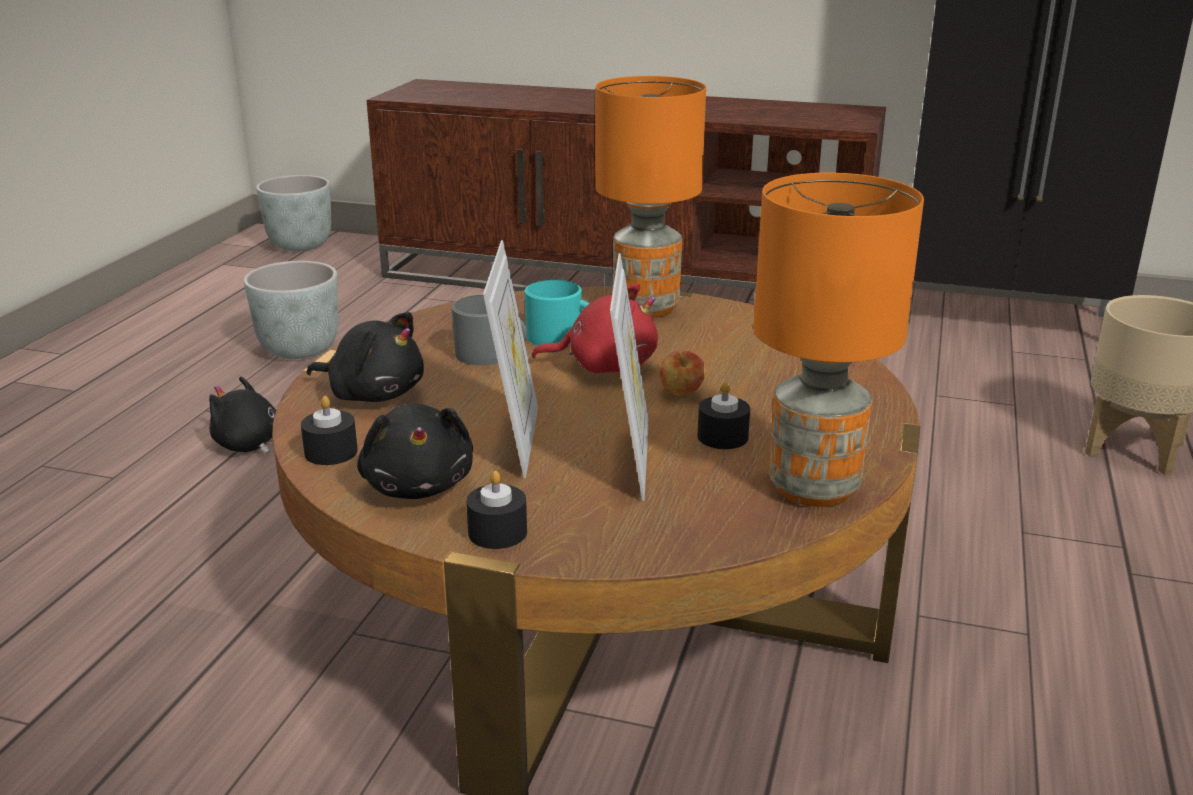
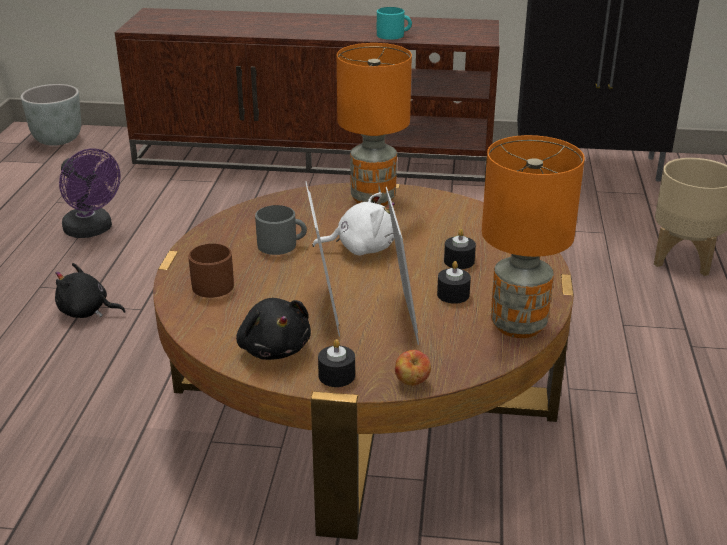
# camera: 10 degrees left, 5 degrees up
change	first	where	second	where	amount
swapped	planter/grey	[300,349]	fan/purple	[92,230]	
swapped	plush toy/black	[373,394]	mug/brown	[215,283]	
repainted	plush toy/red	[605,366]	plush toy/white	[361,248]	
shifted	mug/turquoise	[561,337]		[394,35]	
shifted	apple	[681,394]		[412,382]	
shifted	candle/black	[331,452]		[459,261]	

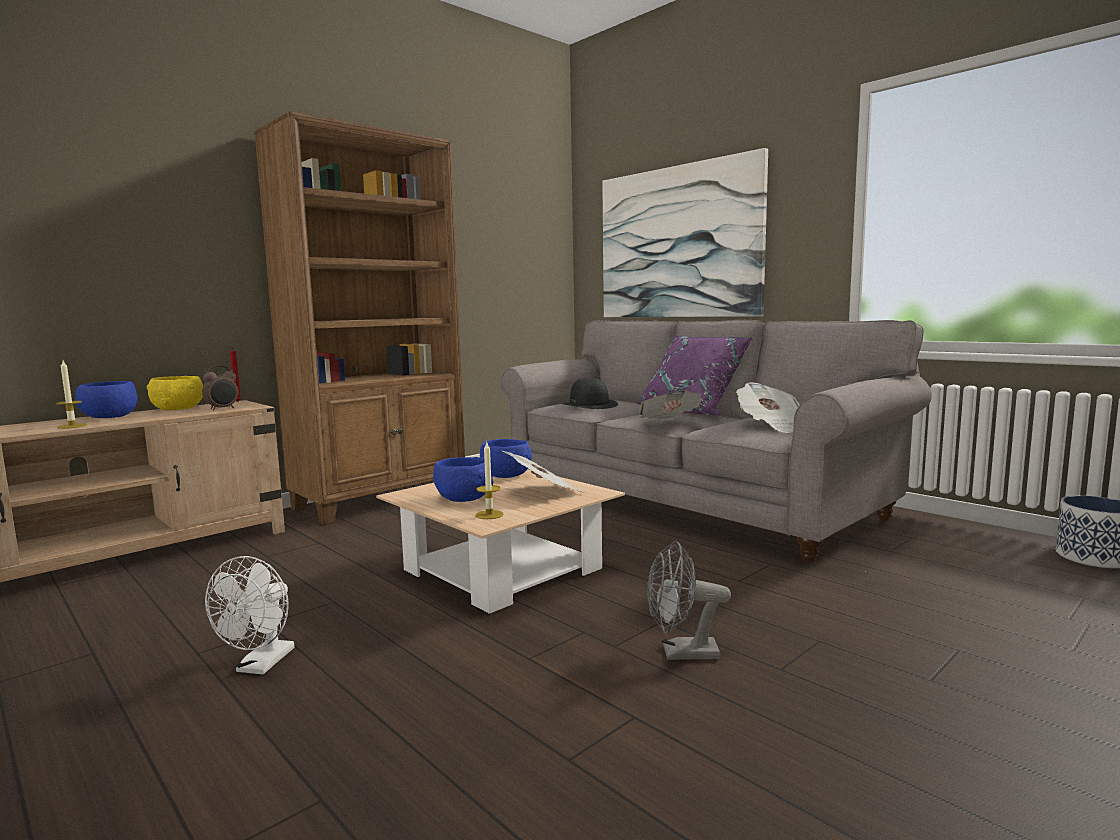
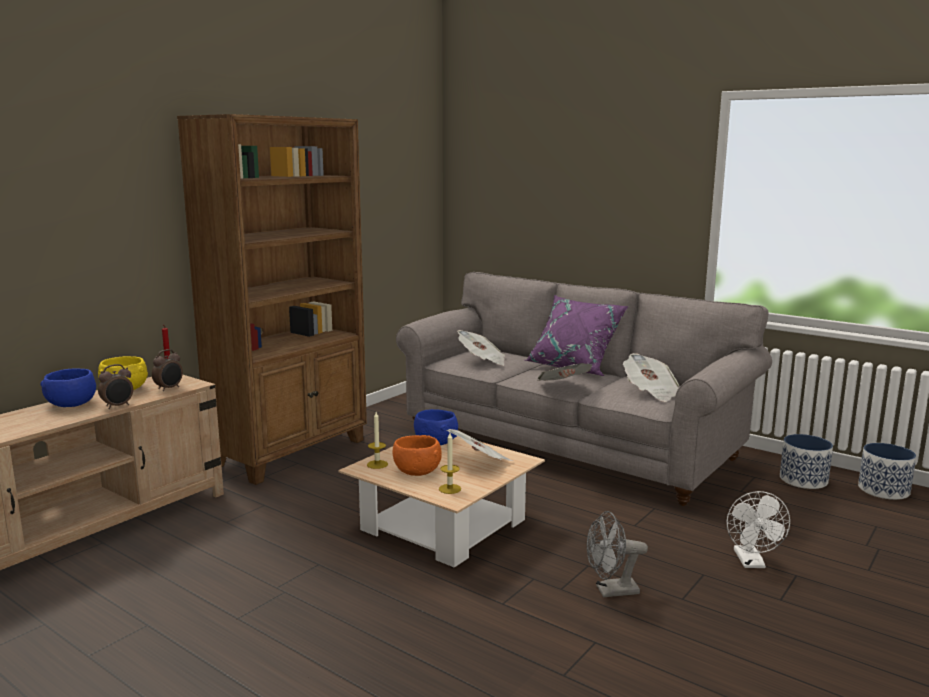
# camera: 10 degrees left, 5 degrees up
change	first	where	second	where	amount
new			alarm clock	[118,406]	
shifted	candle	[72,426]		[377,464]	
repainted	bowl/blue	[463,498]	bowl/orange	[416,471]	
swapped	hat/black	[589,405]	newspaper	[482,361]	
shifted	fan/white	[261,665]		[751,562]	
new			planter	[803,480]	
gone	picture	[678,243]			

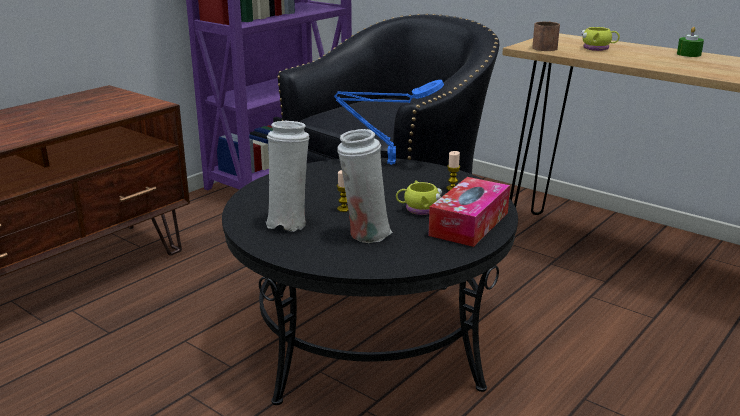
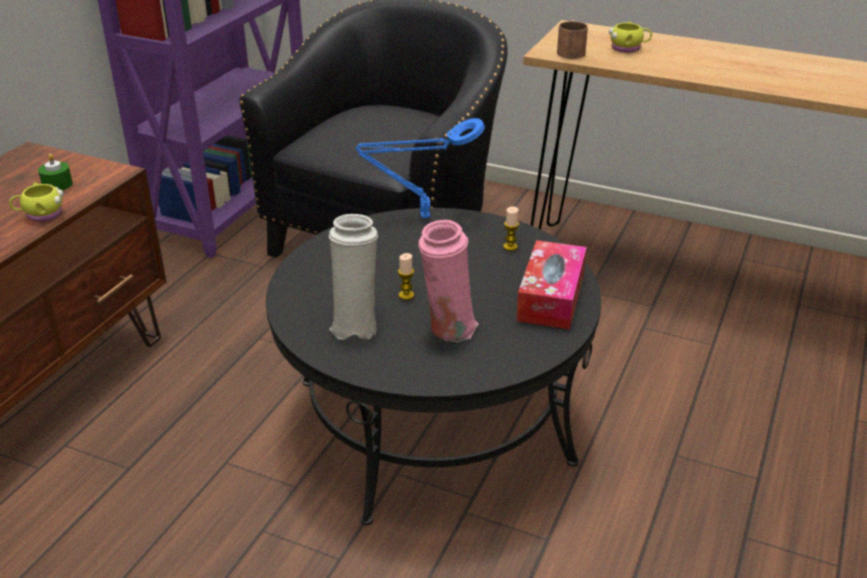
# camera: 15 degrees left, 10 degrees up
change	first	where	second	where	amount
shifted	mug/yellow	[418,209]		[41,215]	
shifted	candle/green	[688,54]		[57,185]	
repainted	vase/white	[365,234]	vase/pink	[448,330]	

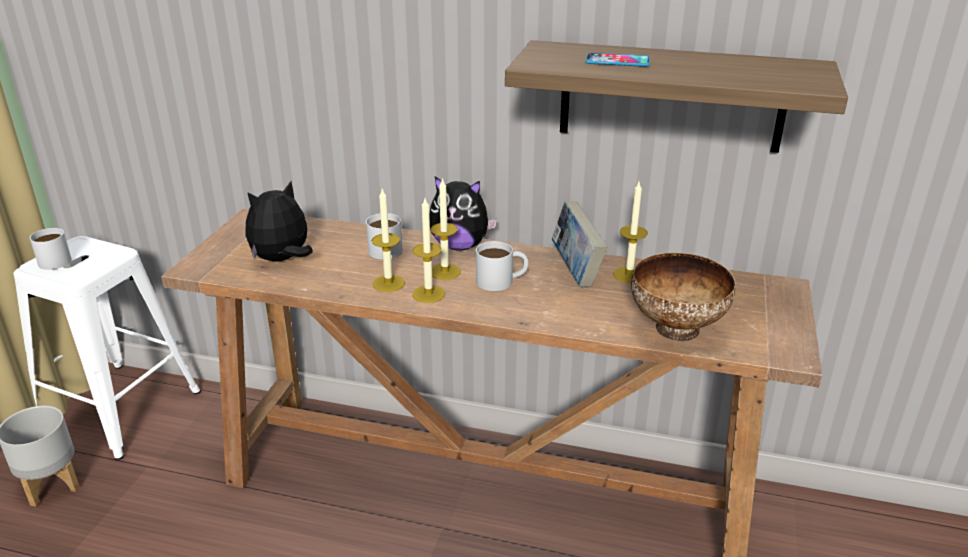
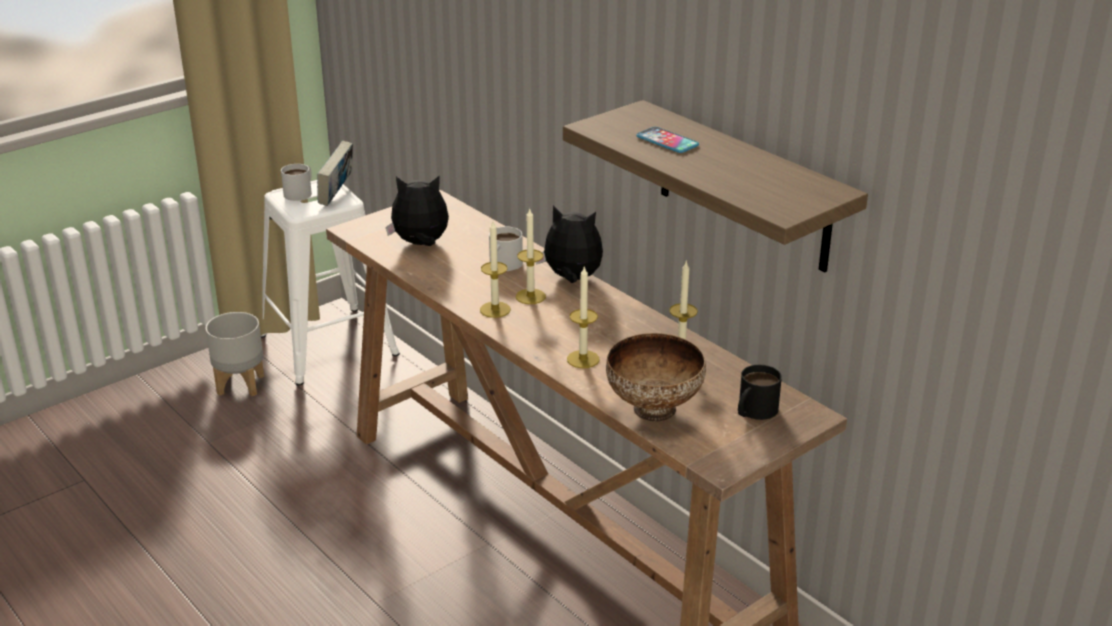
# camera: 35 degrees right, 0 degrees up
change	first	where	second	where	amount
shifted	book	[576,271]		[337,195]	
rotated	plush toy	[460,246]		[571,279]	150 degrees clockwise
shifted	candle	[388,283]		[583,359]	
new			mug/black	[753,412]	
gone	mug/white	[501,281]			

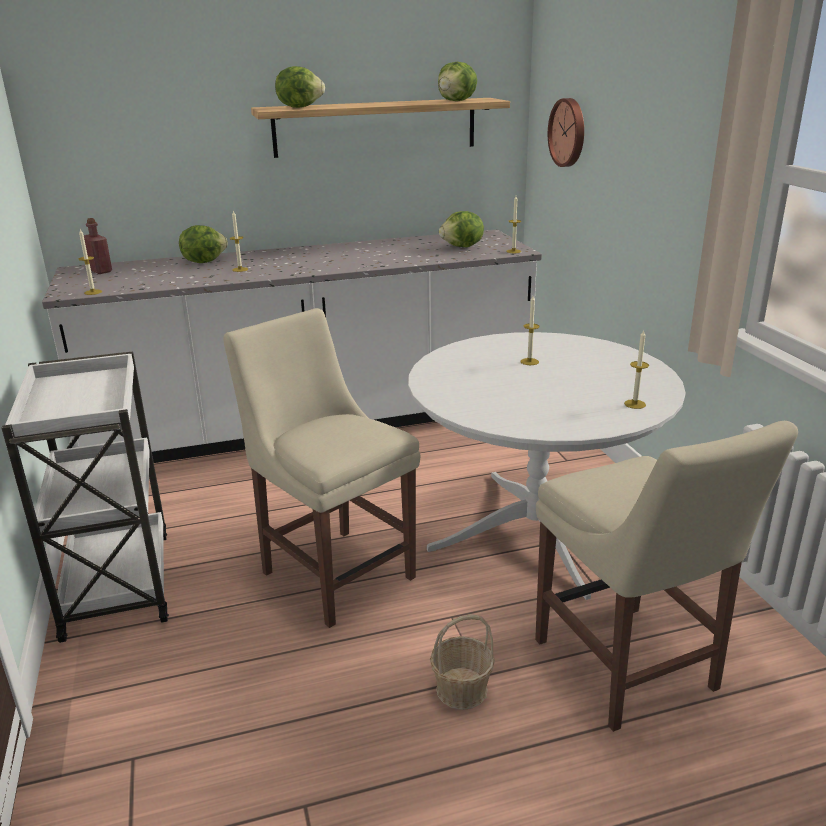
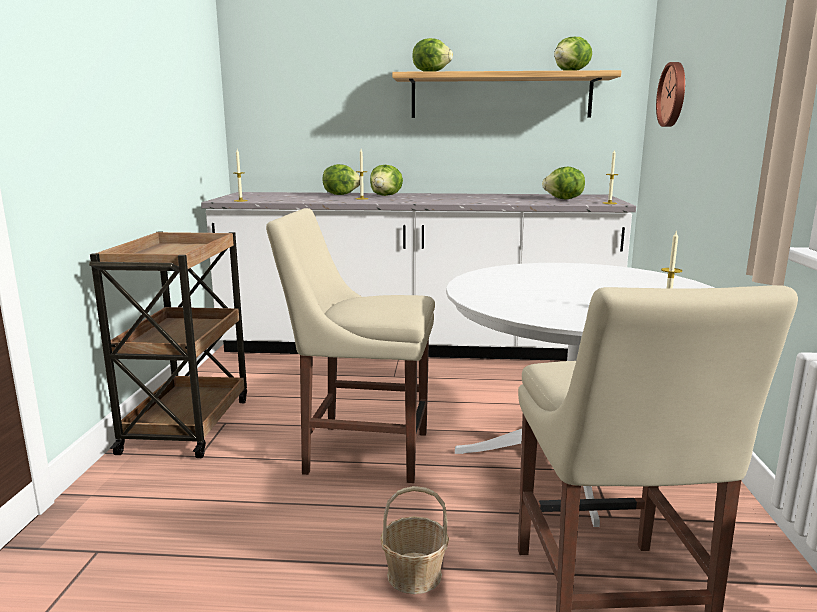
# camera: 20 degrees right, 10 degrees down
change	first	where	second	where	amount
repainted	cart/white	[118,581]	cart/brown	[188,424]	
rotated	chair/beige	[334,571]		[360,451]	60 degrees counterclockwise
new			lettuce	[386,195]	
gone	bottle/red	[100,271]			
gone	candle	[529,361]			

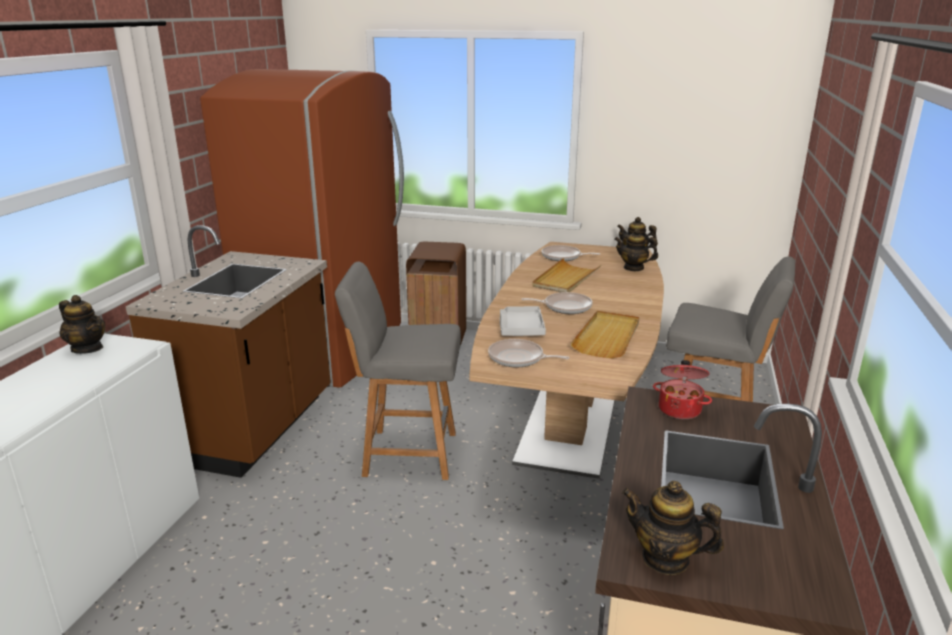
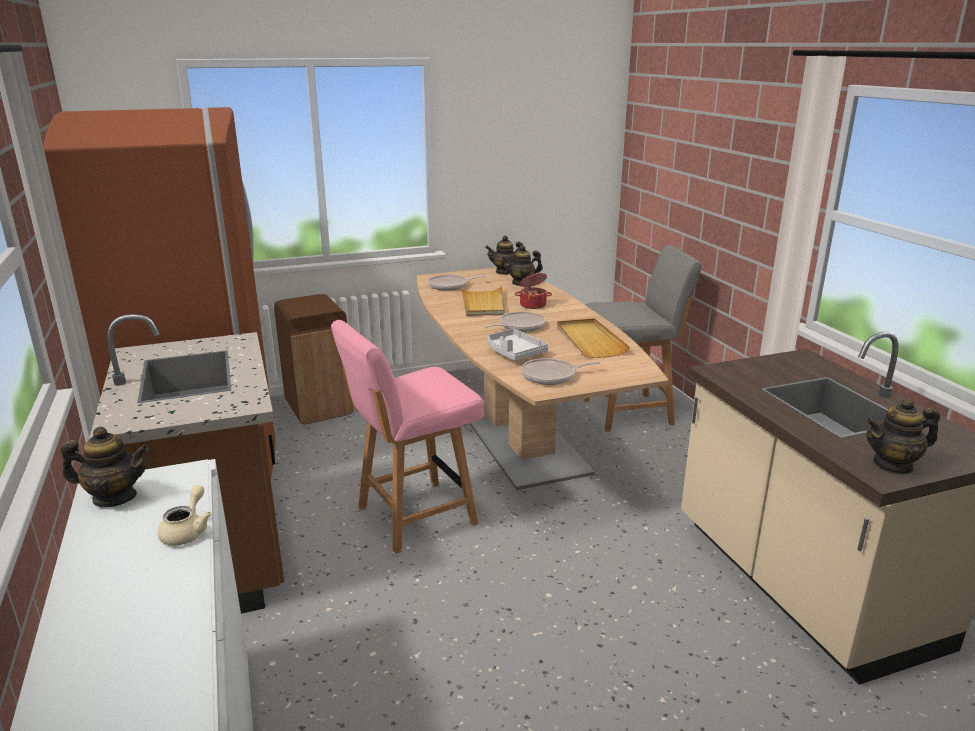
# camera: 35 degrees left, 0 degrees up
change	first	where	second	where	amount
new			teapot/beige	[187,531]	
repainted	chair/grey	[407,453]	chair/pink	[414,516]	
shifted	cooking pot	[680,409]		[533,305]	

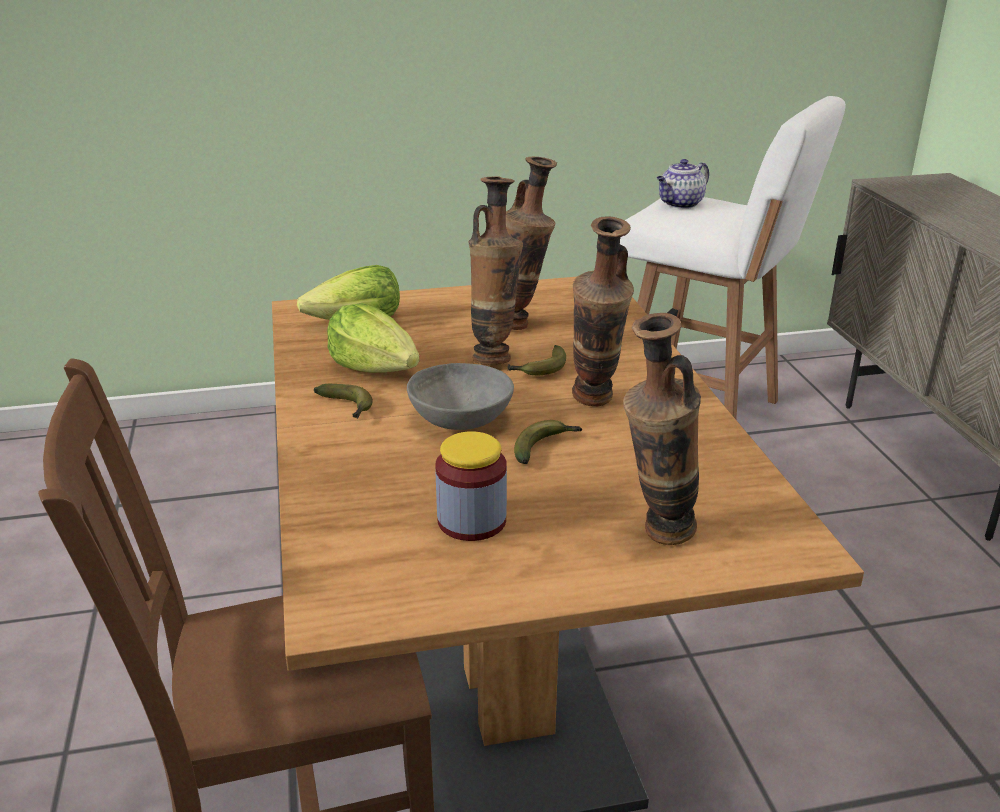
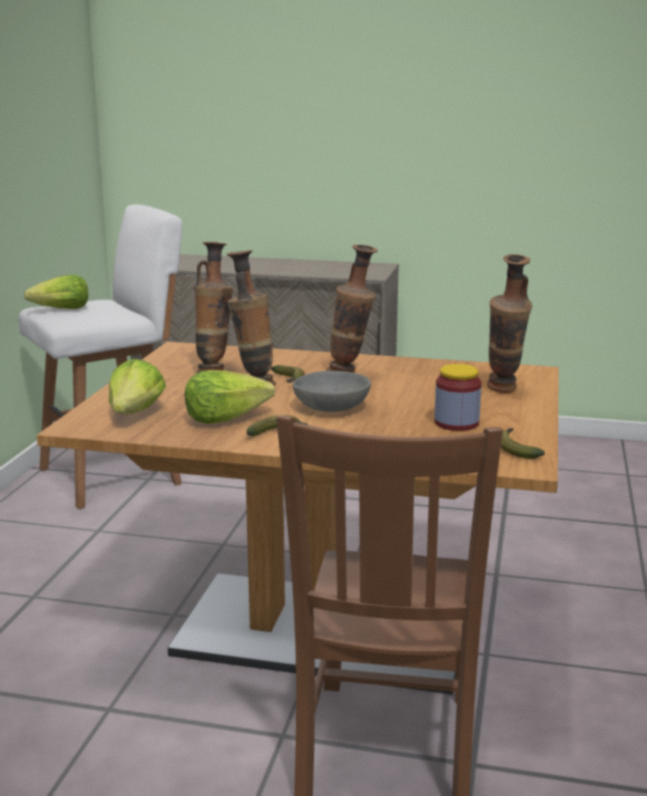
# camera: 65 degrees left, 10 degrees down
change	first	where	second	where	amount
swapped	teapot	[680,204]	lettuce	[61,310]	
shifted	banana	[545,447]		[515,449]	

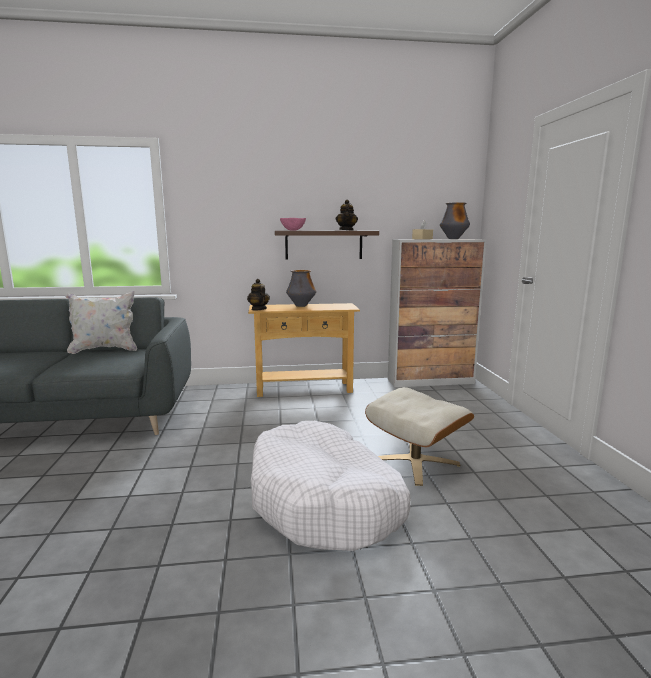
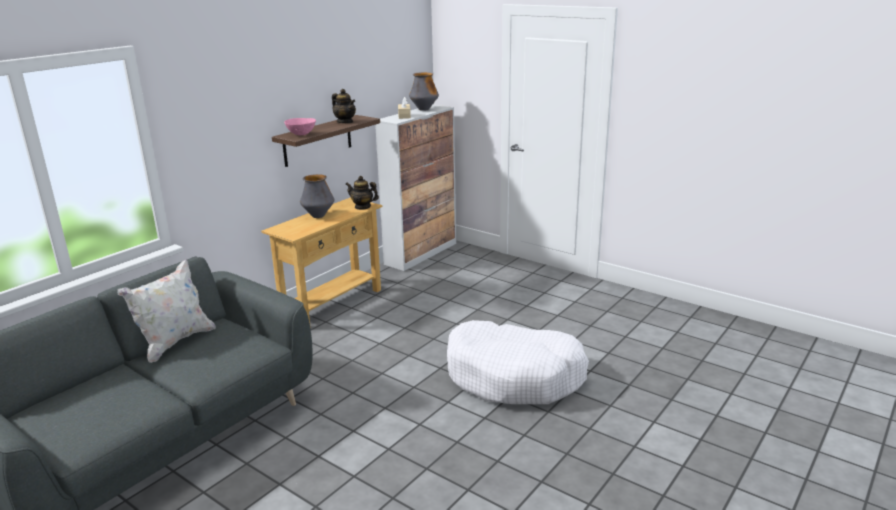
# camera: 45 degrees left, 10 degrees up
change	first	where	second	where	amount
shifted	teapot	[258,309]		[362,207]	
gone	ottoman/beige	[415,462]			

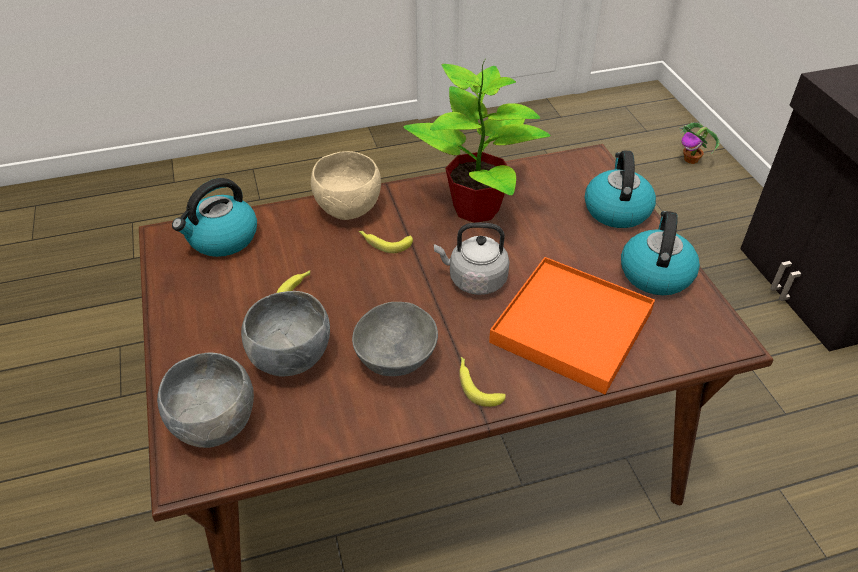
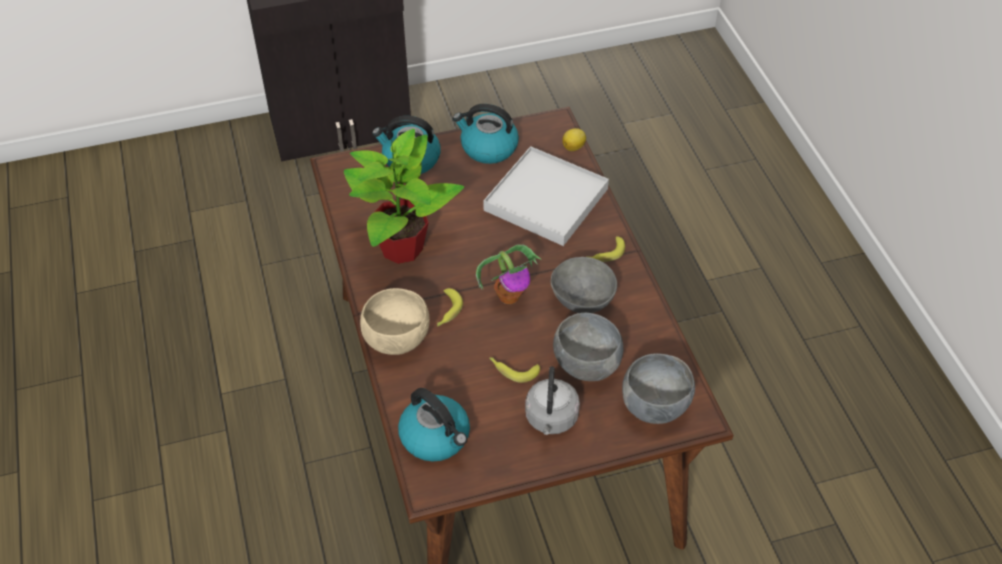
# camera: 90 degrees left, 5 degrees up
change	first	where	second	where	amount
shifted	potted plant	[691,160]		[509,295]	
repainted	tray/orange	[571,328]	tray/white	[546,199]	
shifted	kettle/grey	[474,280]		[551,419]	
new			lemon	[574,147]	

